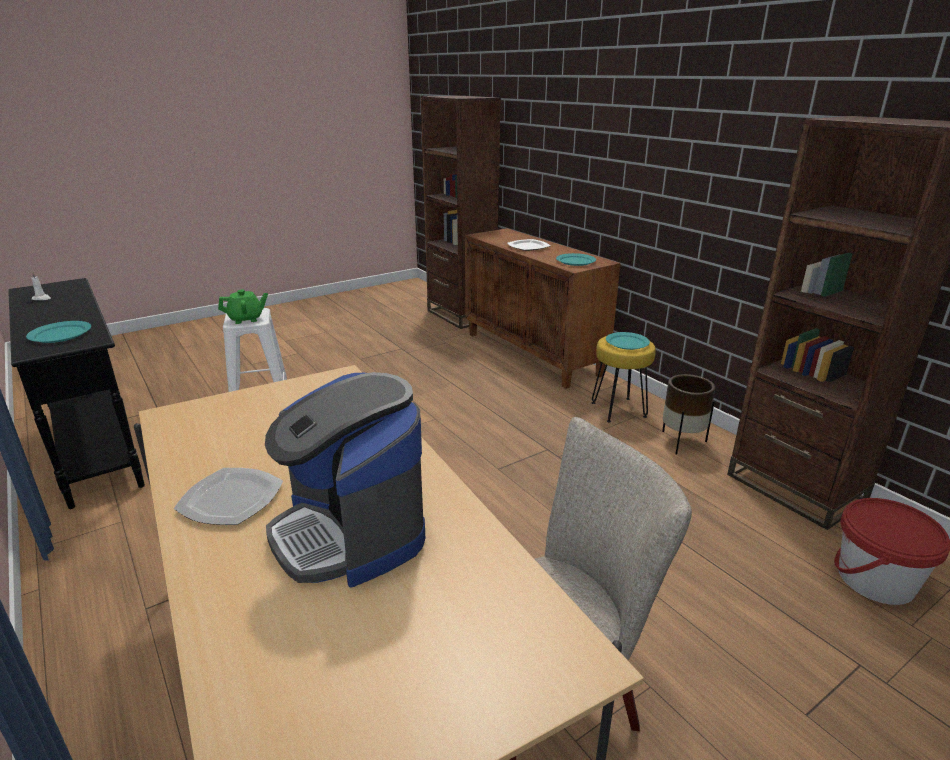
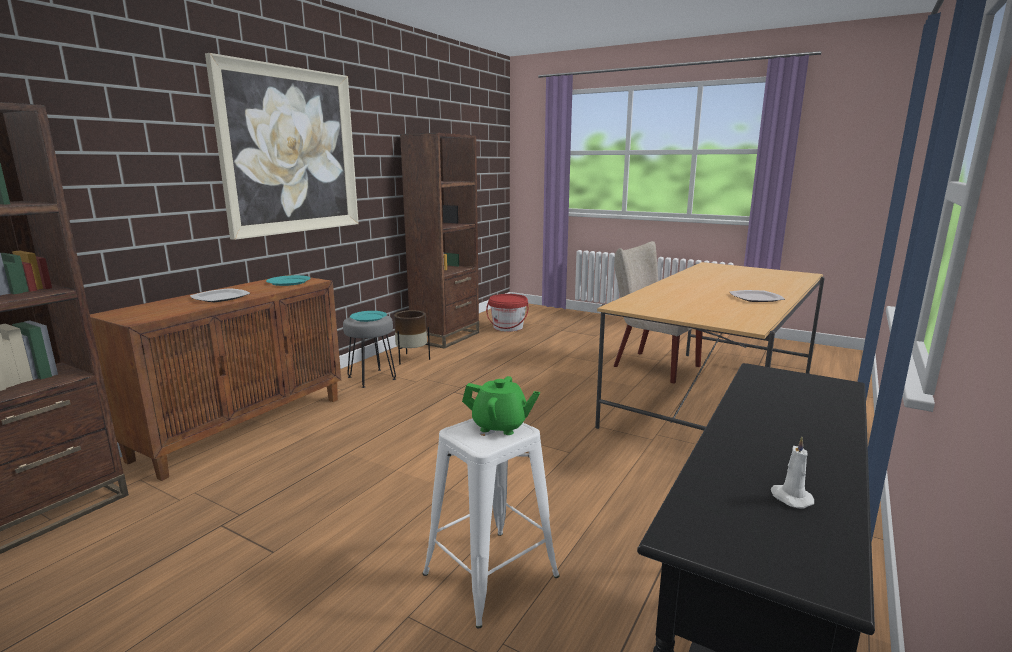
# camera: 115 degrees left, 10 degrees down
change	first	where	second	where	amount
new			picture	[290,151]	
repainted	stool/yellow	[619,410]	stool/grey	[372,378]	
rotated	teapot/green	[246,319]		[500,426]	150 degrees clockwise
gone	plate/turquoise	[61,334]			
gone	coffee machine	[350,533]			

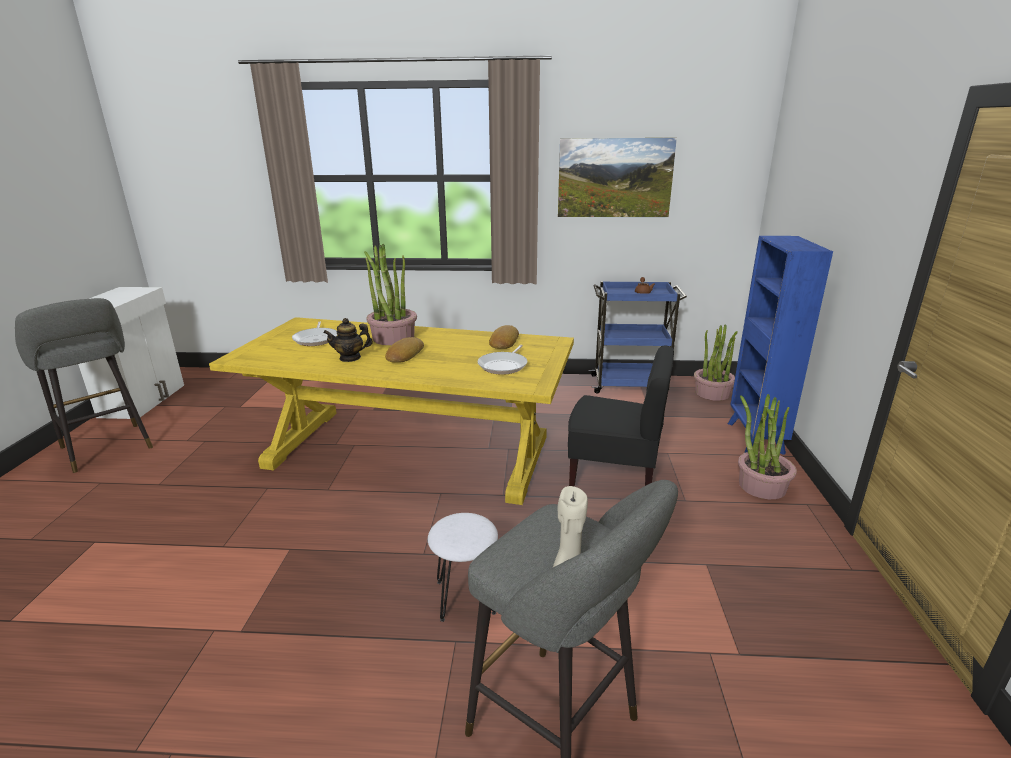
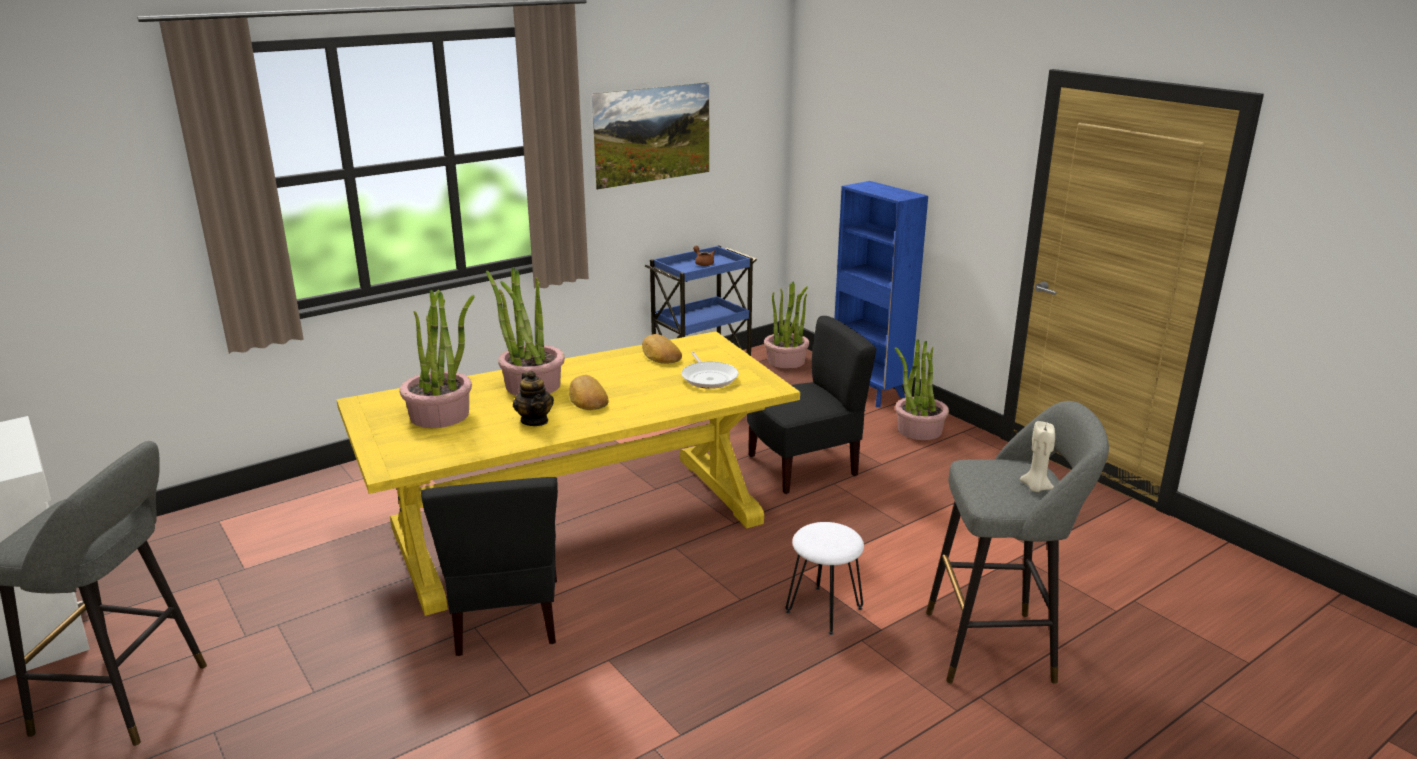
# camera: 40 degrees left, 0 degrees up
change	first	where	second	where	amount
swapped	frying pan	[316,339]	potted plant	[440,415]	
new			chair/black	[505,617]	
rotated	teapot	[350,358]		[535,421]	60 degrees counterclockwise

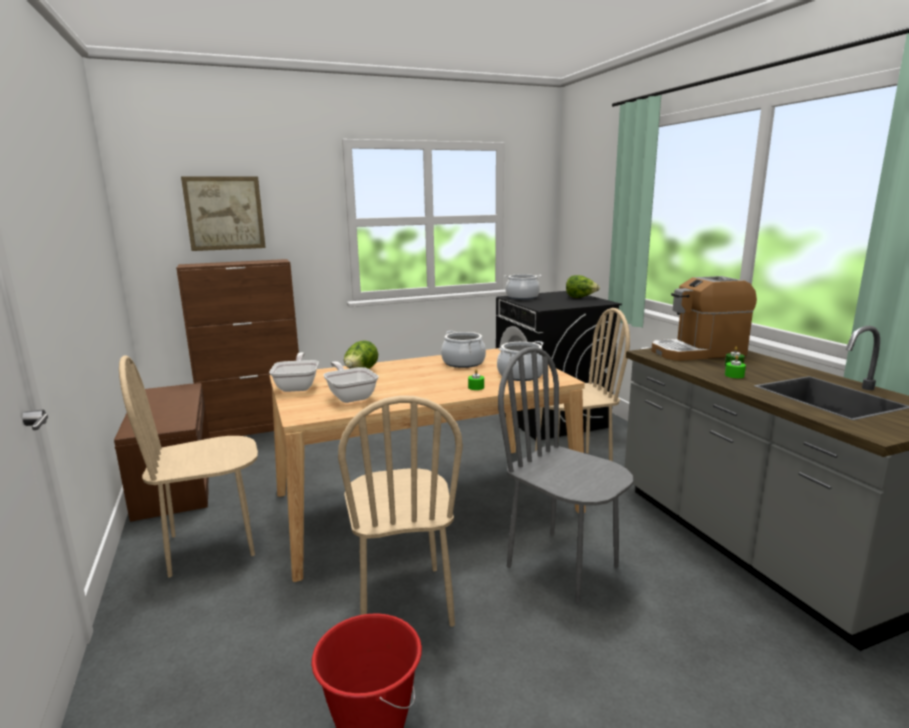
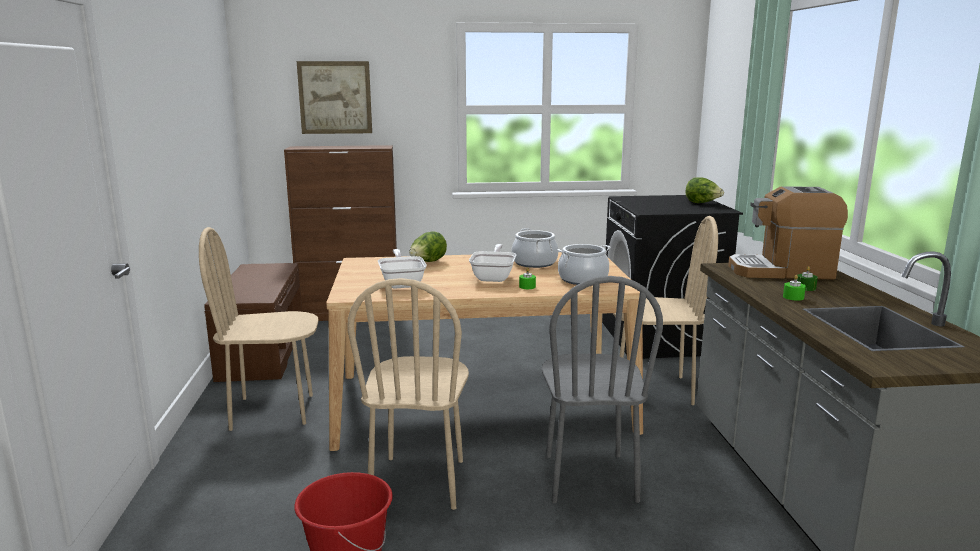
# camera: 15 degrees right, 0 degrees up
change	first	where	second	where	amount
shifted	frying pan	[298,386]		[494,277]	
rotated	chair/grey	[563,565]		[589,478]	150 degrees counterclockwise
gone	cooking pot	[522,297]			

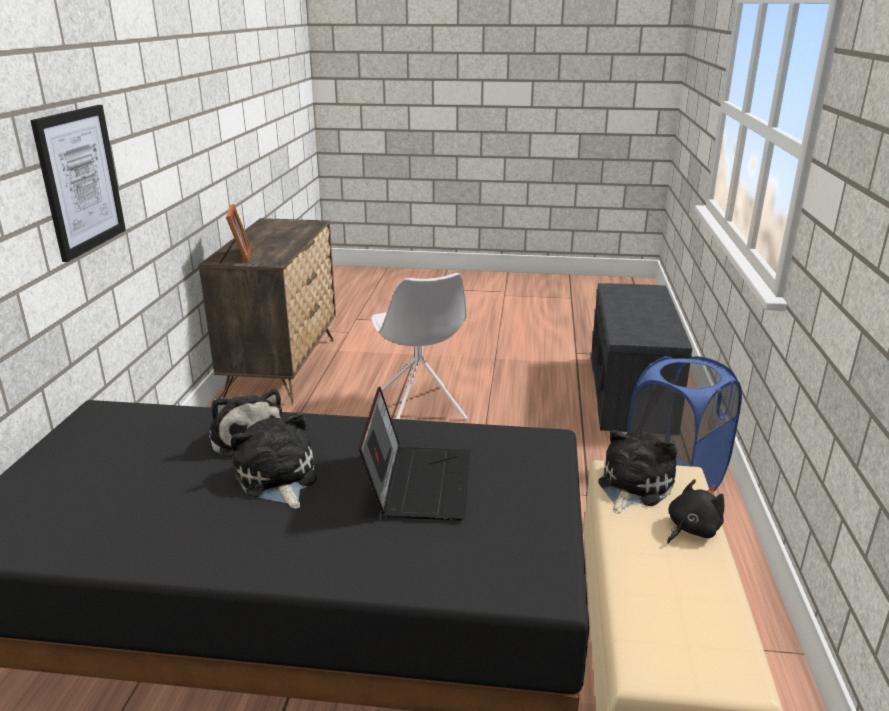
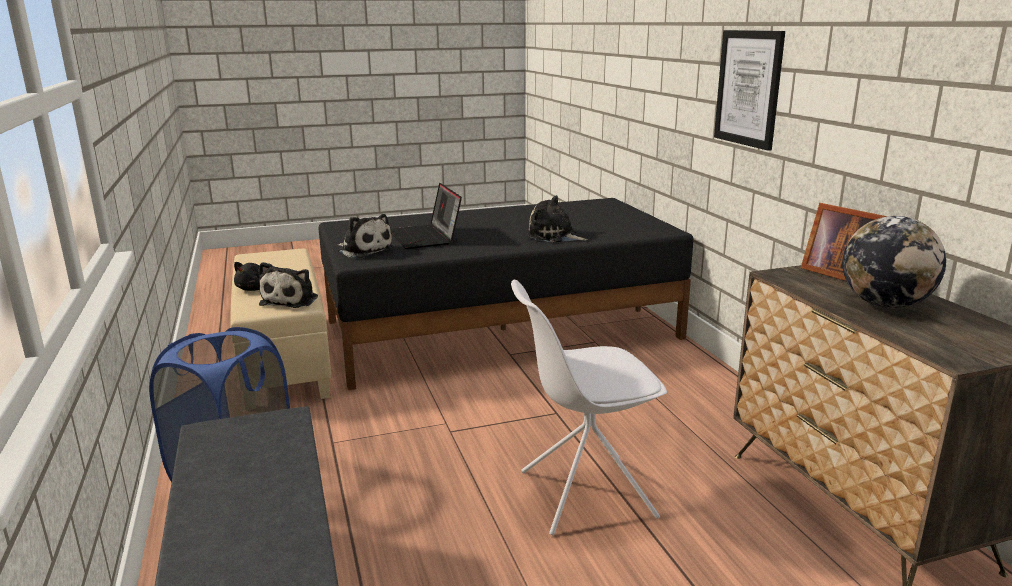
# camera: 155 degrees right, 5 degrees down
change	first	where	second	where	amount
shifted	plush toy	[277,479]		[364,250]	
rotated	chair/white	[420,409]		[583,494]	60 degrees counterclockwise
new			globe	[885,305]	

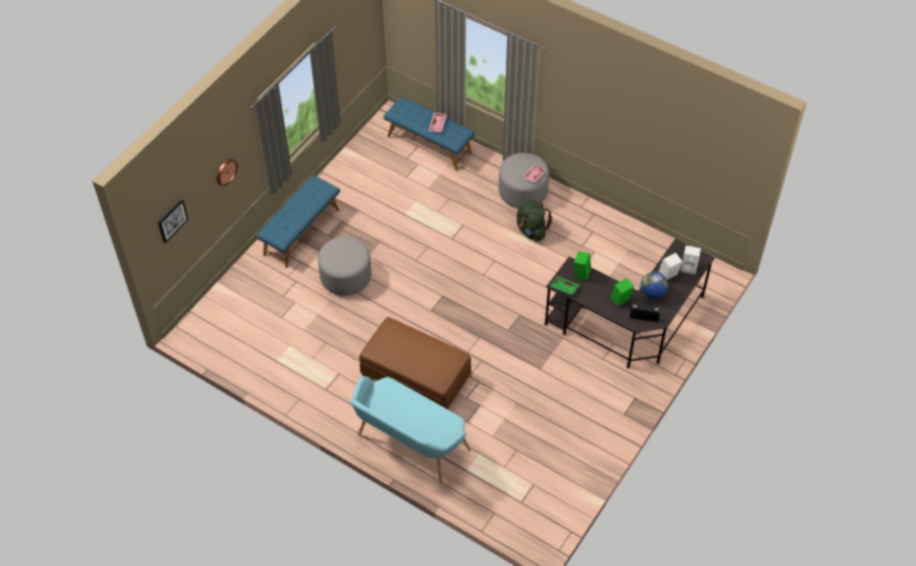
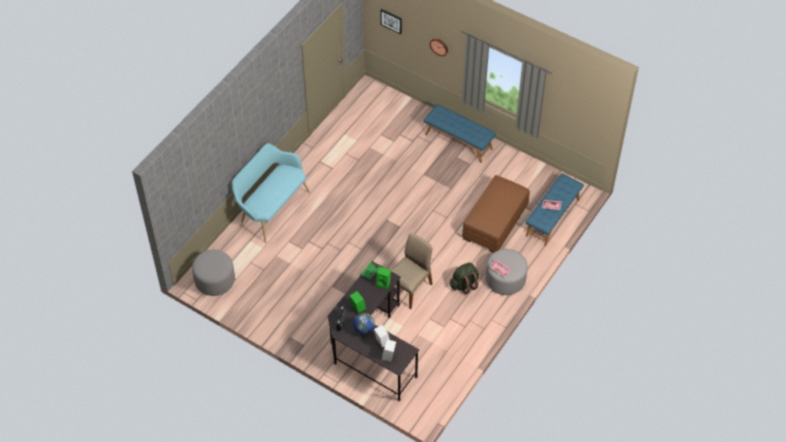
# camera: 90 degrees right, 0 degrees up
change	first	where	second	where	amount
shifted	ottoman/grey	[345,277]		[215,280]	
new			chair/beige	[409,287]	
shifted	ottoman/brown	[415,375]		[495,222]	

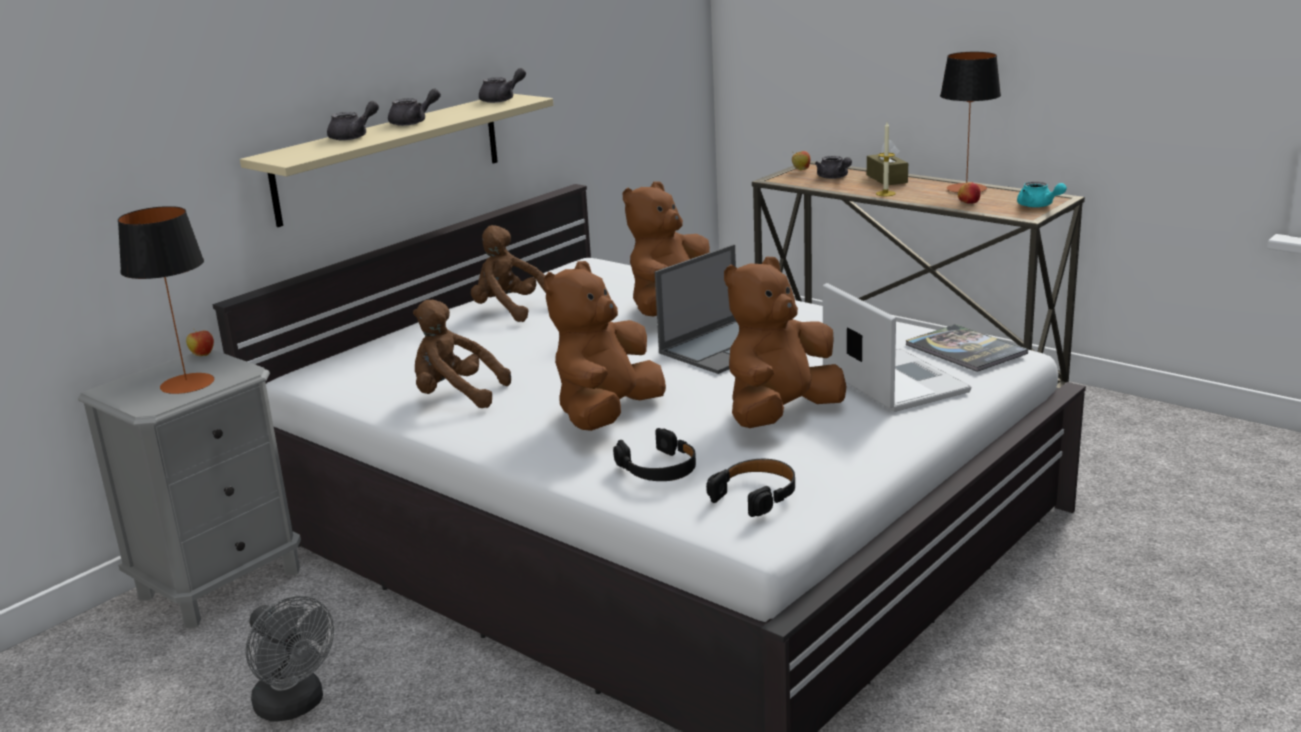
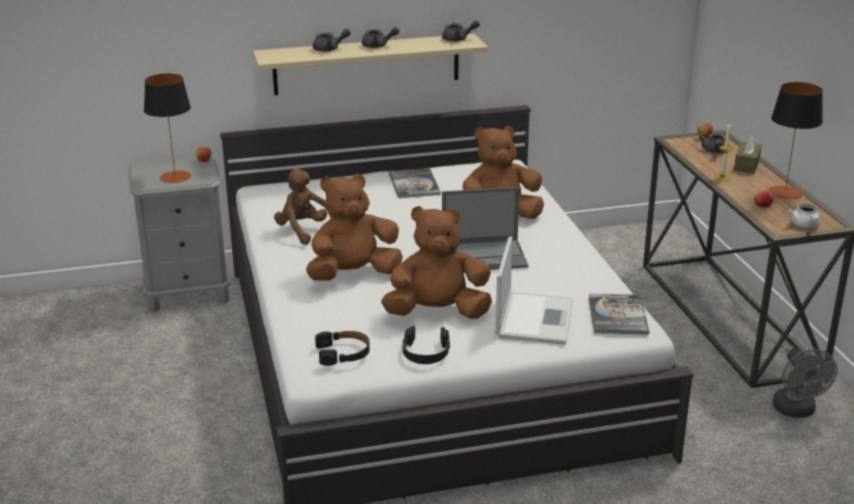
# camera: 35 degrees right, 5 degrees up
change	first	where	second	where	amount
swapped	plush toy/brown	[510,310]	book	[414,184]	
shifted	headphones/black	[659,468]		[425,352]	
shifted	fan/grey	[295,706]		[796,411]	
repainted	teapot/turquoise	[1038,206]	teapot/white	[805,226]	

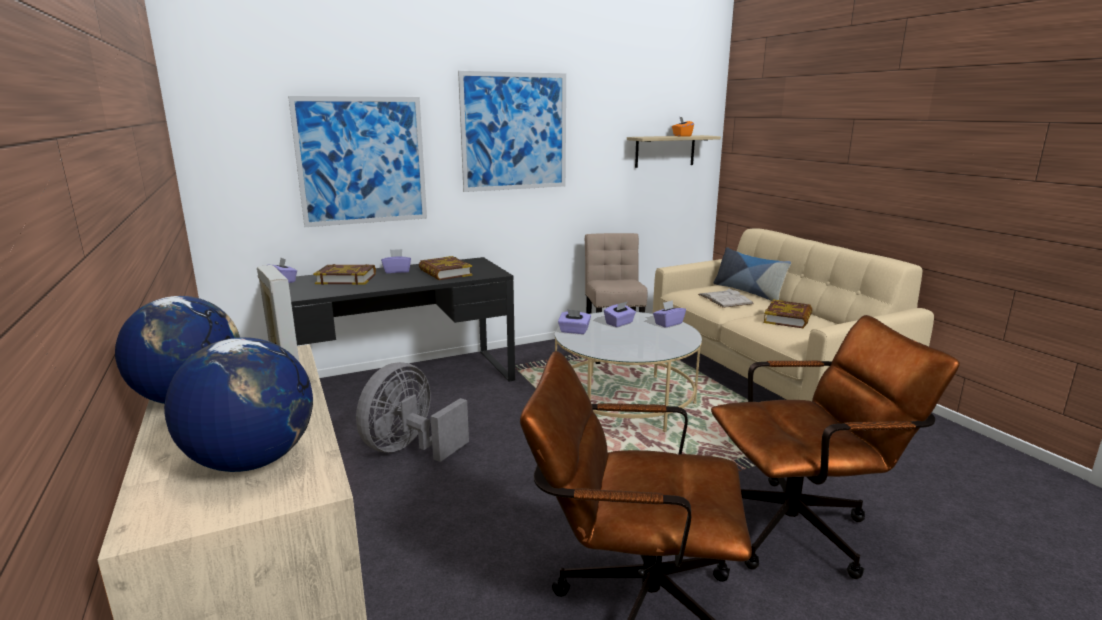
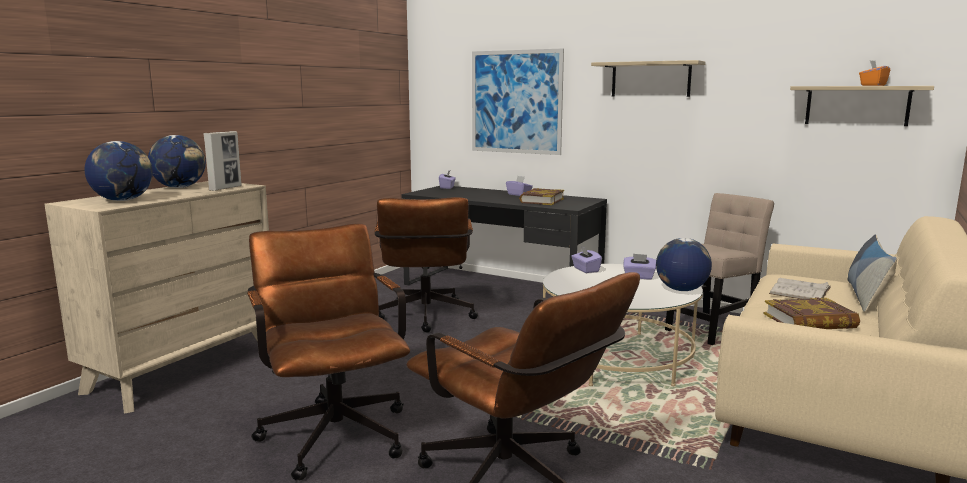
# camera: 55 degrees right, 5 degrees down
change	first	where	second	where	amount
swapped	fan/grey	[409,448]	office chair/brown	[426,318]	
swapped	picture	[514,132]	shelf	[650,79]	
swapped	tissue box/purple	[668,323]	globe	[681,290]	
gone	book	[346,279]			

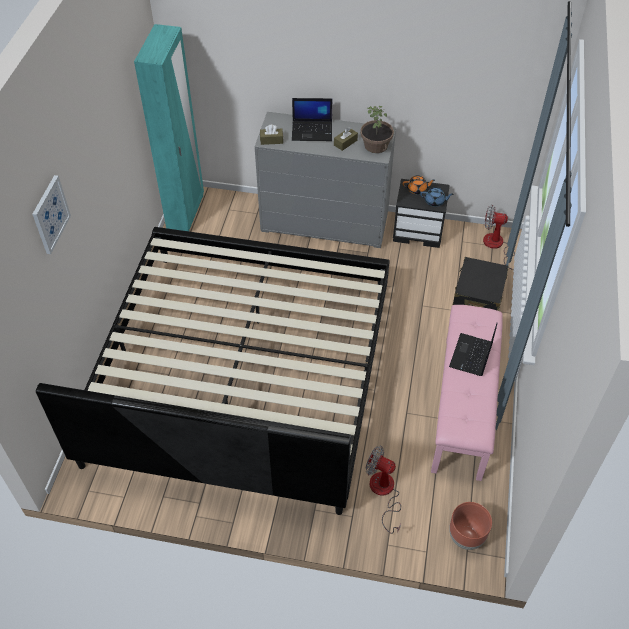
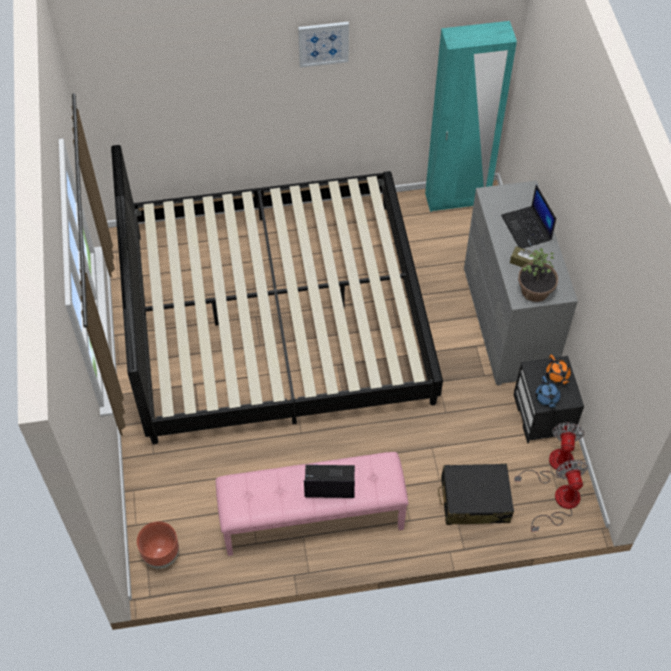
# camera: 70 degrees right, 5 degrees up
change	first	where	second	where	amount
shifted	picture	[50,214]		[323,43]	
shifted	fan	[383,493]		[553,464]	
gone	tissue box/brown	[271,140]			

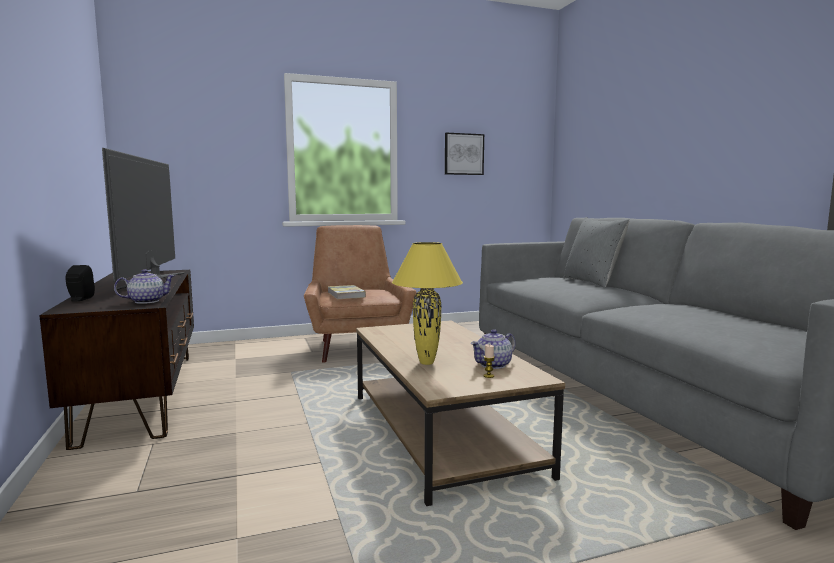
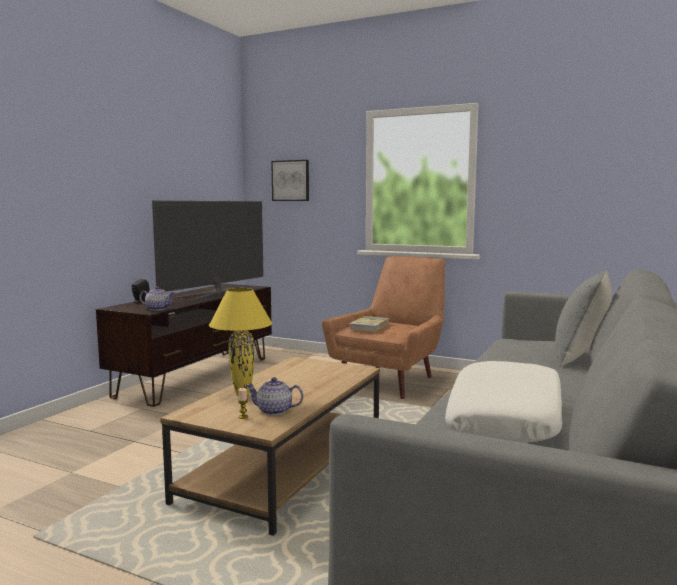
# camera: 45 degrees right, 0 degrees up
change	first	where	second	where	amount
shifted	picture	[463,154]		[291,180]	
new			pillow/white	[507,418]	

